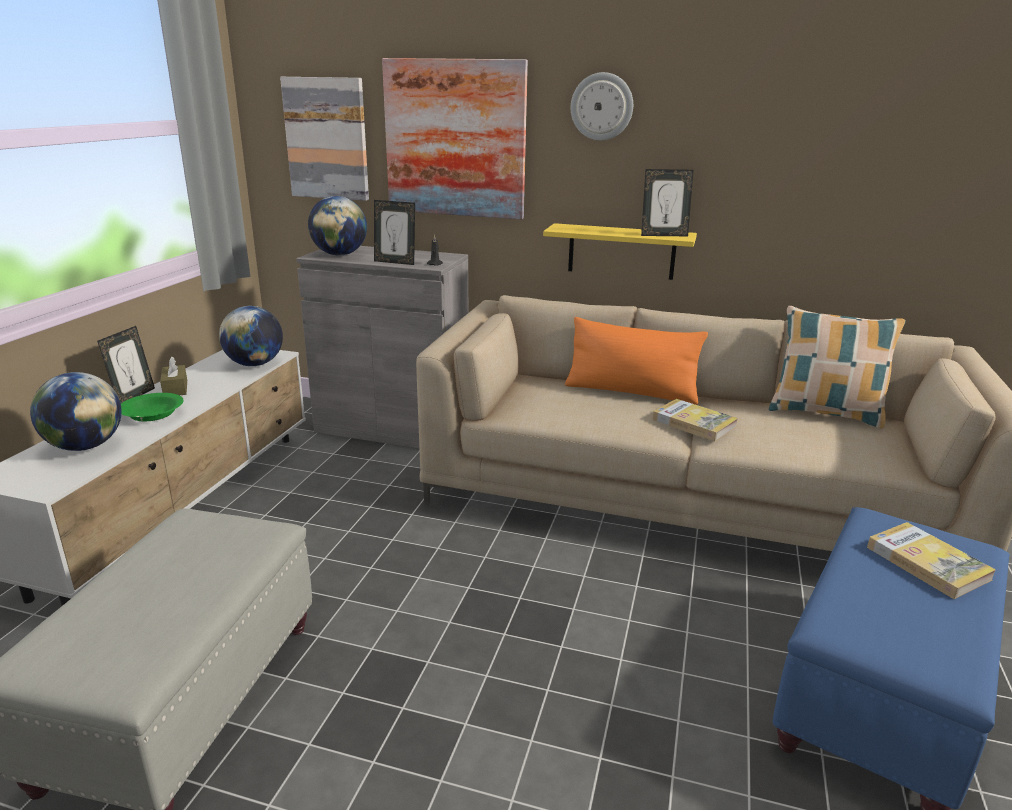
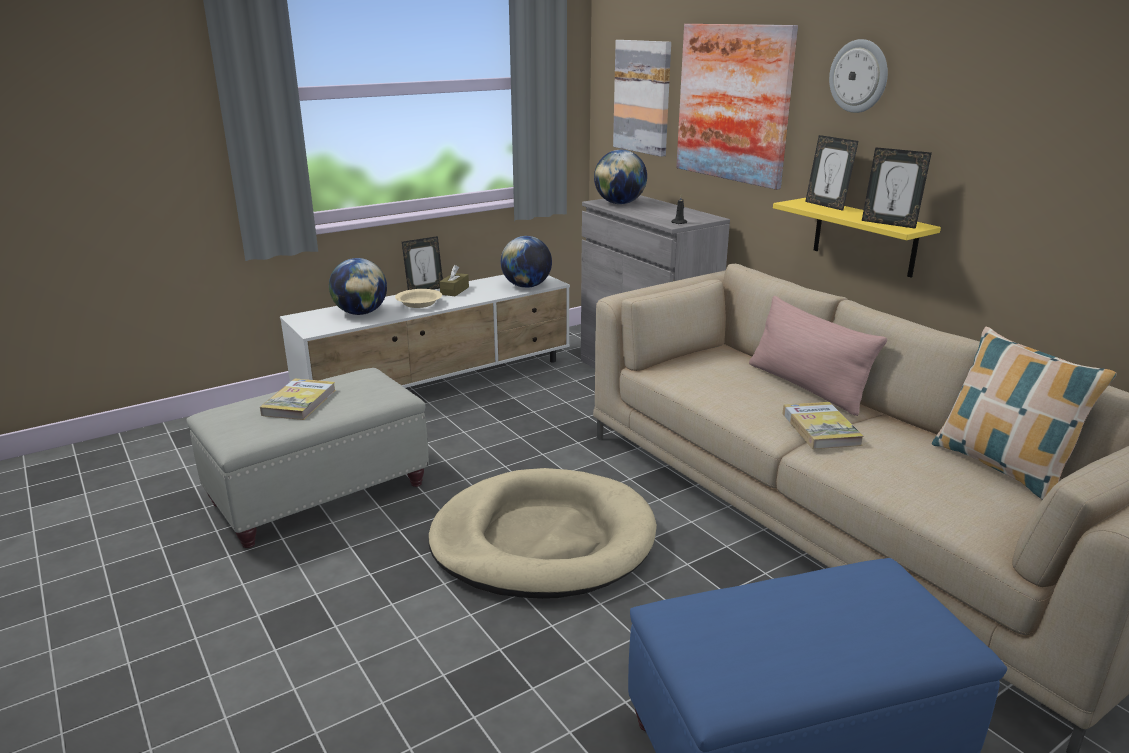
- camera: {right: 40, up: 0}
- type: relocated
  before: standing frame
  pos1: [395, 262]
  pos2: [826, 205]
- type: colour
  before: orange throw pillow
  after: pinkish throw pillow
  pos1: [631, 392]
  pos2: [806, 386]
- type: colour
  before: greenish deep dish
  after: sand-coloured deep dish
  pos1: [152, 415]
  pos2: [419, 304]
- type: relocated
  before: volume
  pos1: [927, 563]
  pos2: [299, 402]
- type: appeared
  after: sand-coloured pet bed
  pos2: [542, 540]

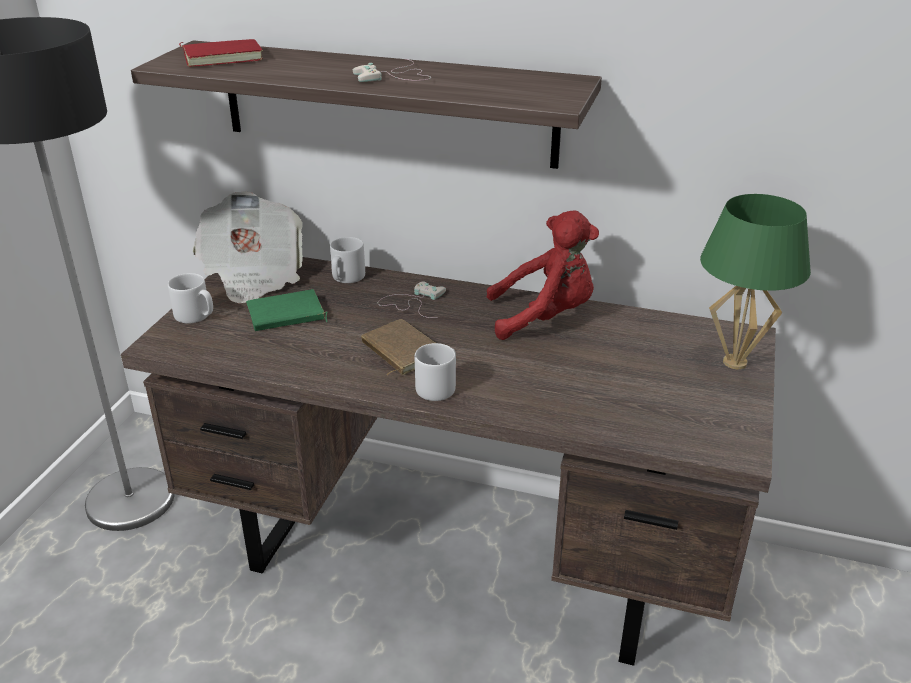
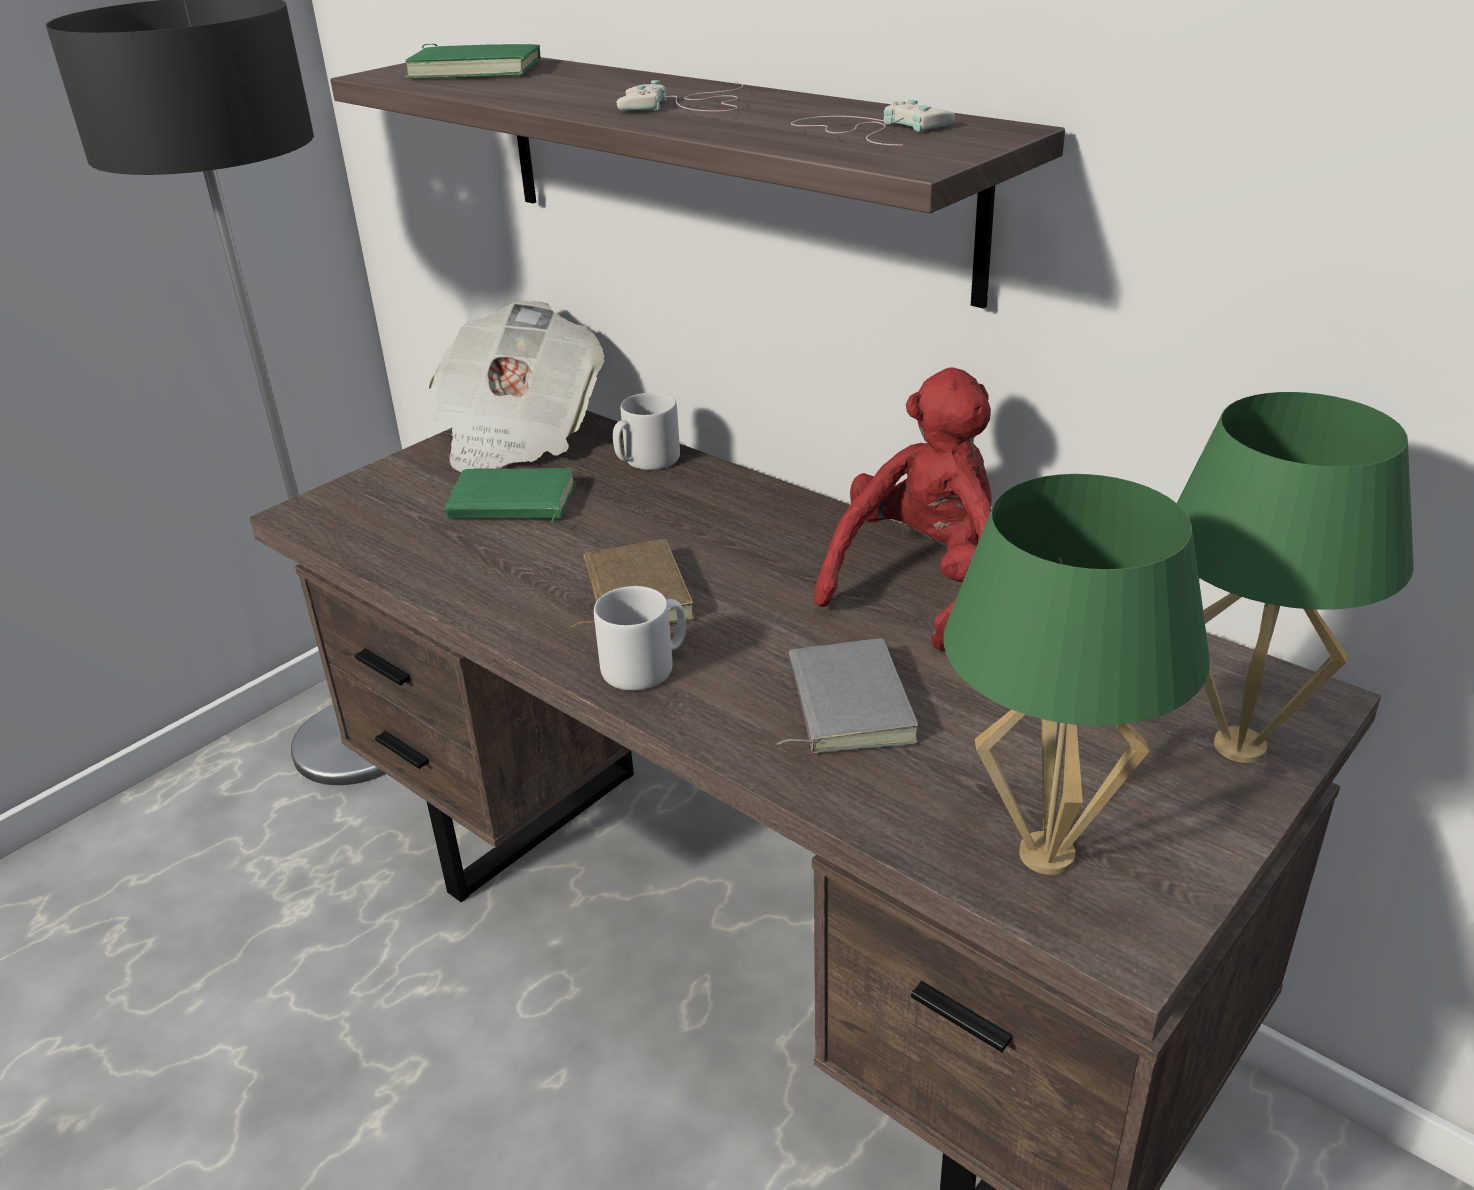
- camera: {right: 25, up: 0}
- type: colour
  before: red volume
  after: greenish volume
  pos1: [223, 57]
  pos2: [477, 69]
- type: spun
  before: red plush toy
  pos1: [545, 317]
  pos2: [921, 584]
  turn: -75
- type: missing
  before: gray mug
  pos1: [196, 316]
- type: relocated
  before: white game controller
  pos1: [413, 302]
  pos2: [870, 132]
- type: appeared
  after: greenish lamp for a table
  pos2: [1048, 855]
- type: appeared
  after: gray volume
  pos2: [844, 703]

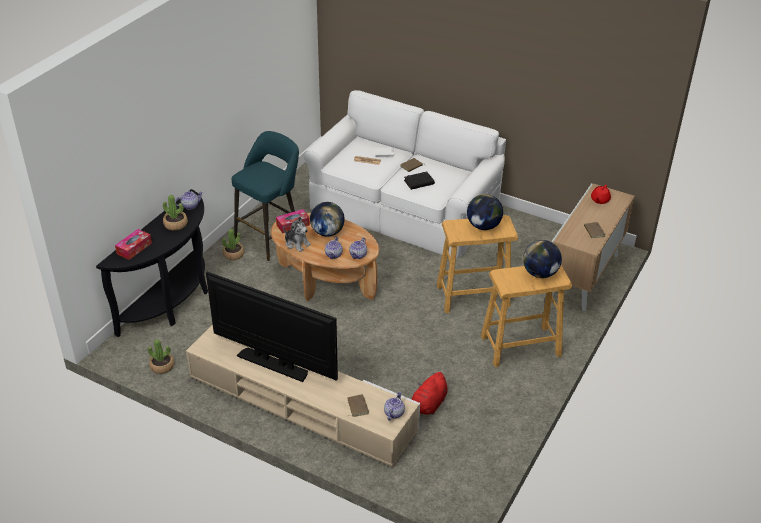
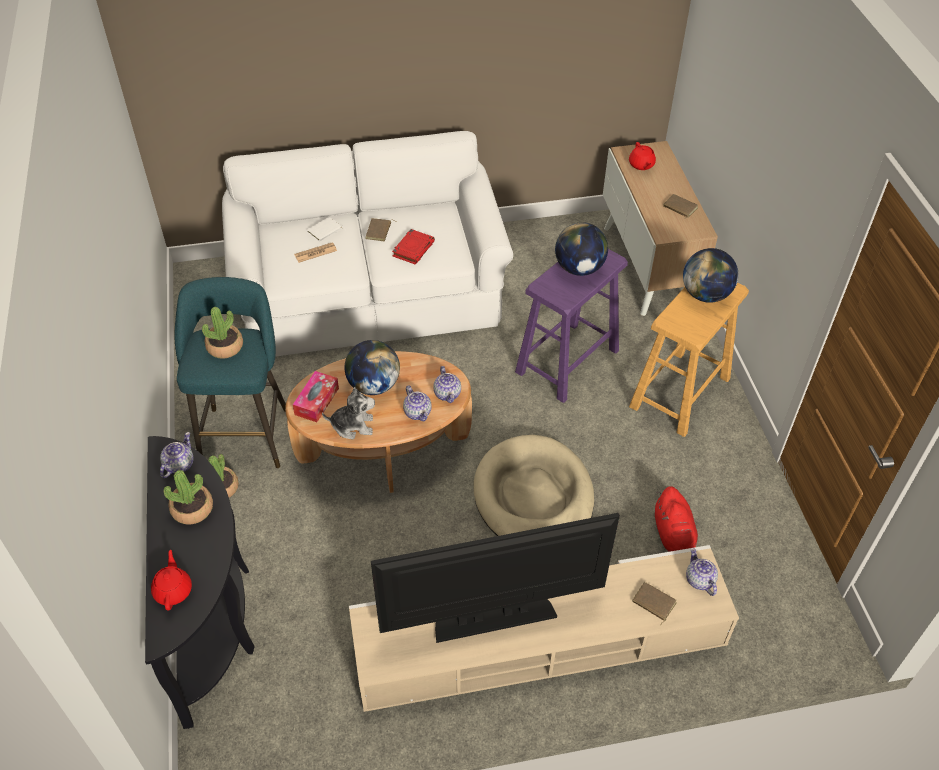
- camera: {right: -40, up: 10}
- type: colour
  before: black volume
  after: red volume
  pos1: [419, 182]
  pos2: [413, 249]
- type: colour
  before: sand-coloured sitting stool
  after: purple-coloured sitting stool
  pos1: [472, 296]
  pos2: [566, 361]
- type: exchanged
  before: box of tissues
  after: red pot for tea
  pos1: [134, 248]
  pos2: [173, 590]
- type: relocated
  before: houseplant
  pos1: [162, 366]
  pos2: [225, 347]
- type: appeared
  after: sand-coloured pet bed
  pos2: [533, 497]

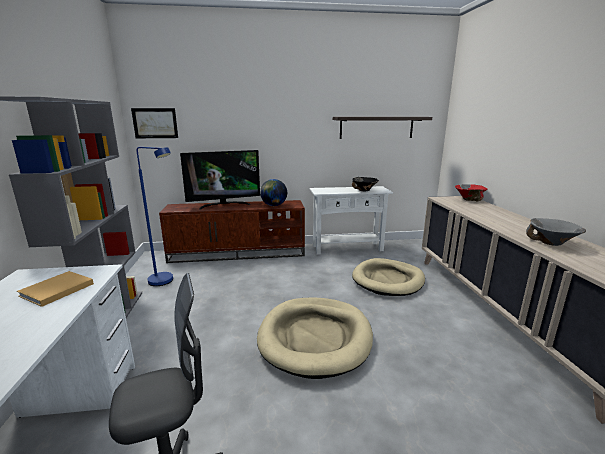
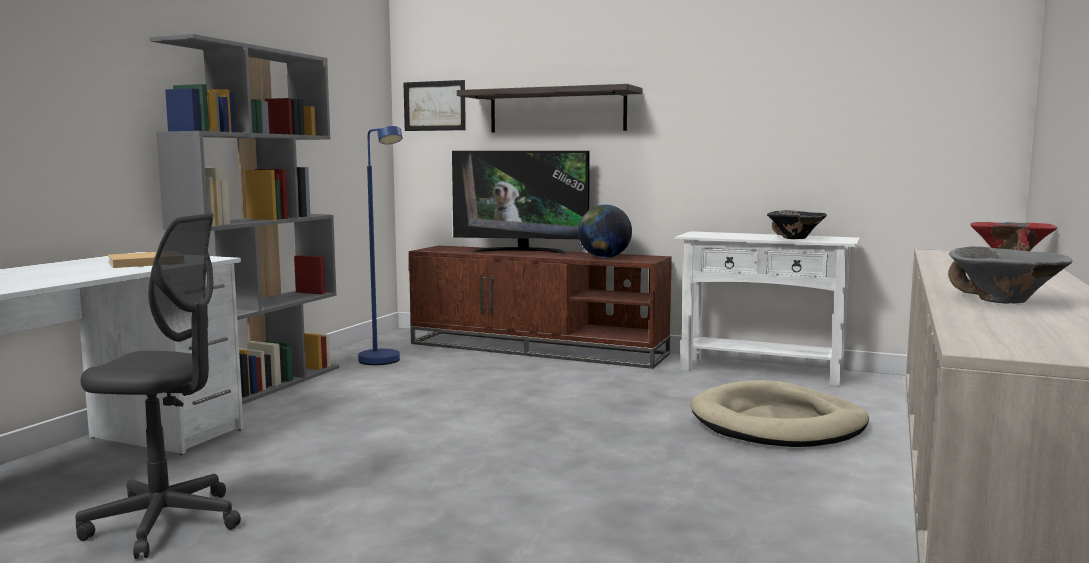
- camera: {right: 30, up: -10}
- type: relocated
  before: wall shelf
  pos1: [376, 127]
  pos2: [557, 111]
- type: missing
  before: sand-coloured pet bed
  pos1: [315, 338]

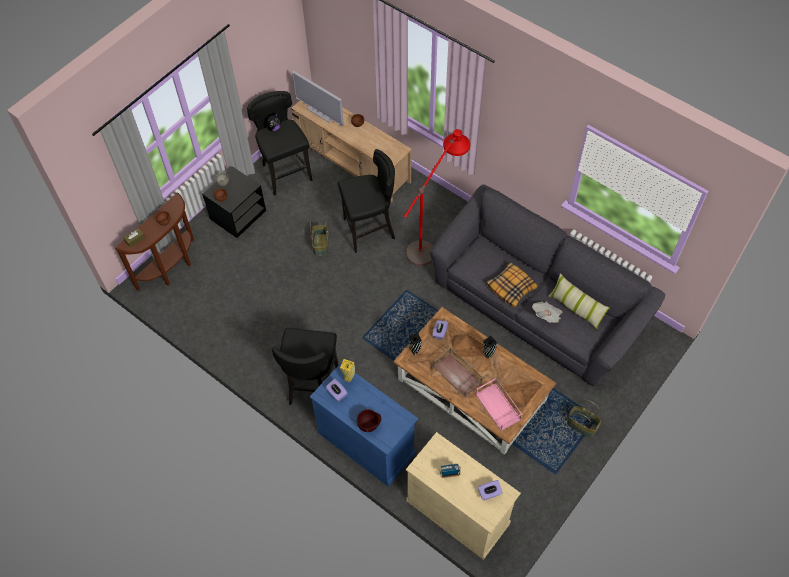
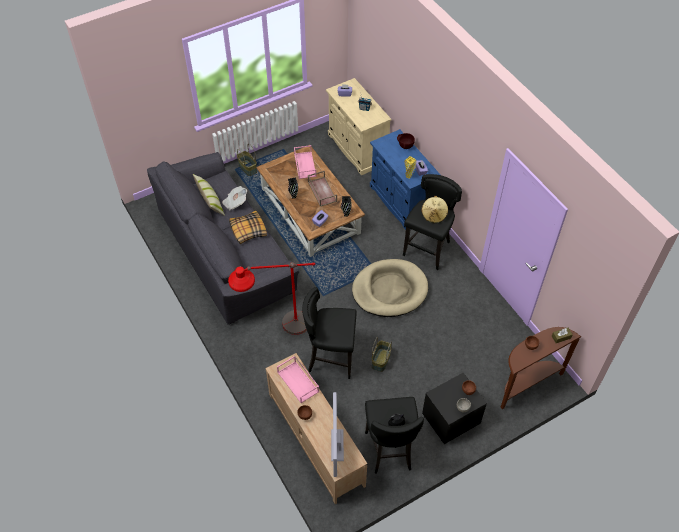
- camera: {right: -160, up: -5}
- type: spun
  before: television
  pos1: [321, 112]
  pos2: [337, 445]
  turn: -150
- type: appeared
  after: sand-coloured wearable hat
  pos2: [434, 215]
- type: appeared
  after: sand-coloured pet bed
  pos2: [389, 290]
- type: appeared
  after: pinkish carrying tray
  pos2: [298, 382]

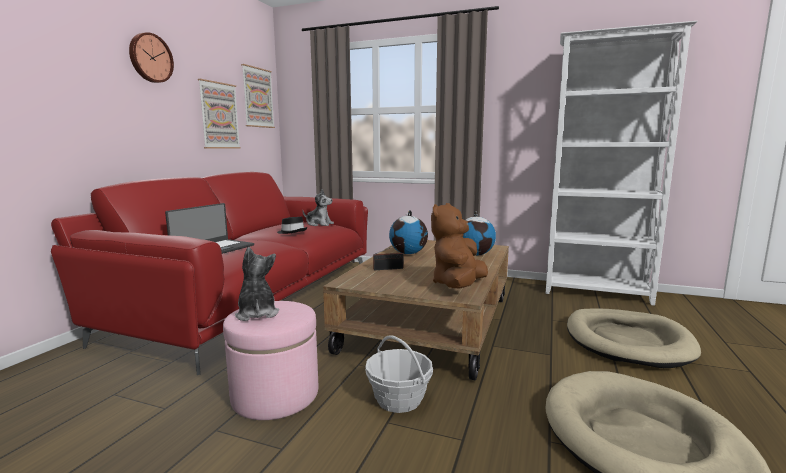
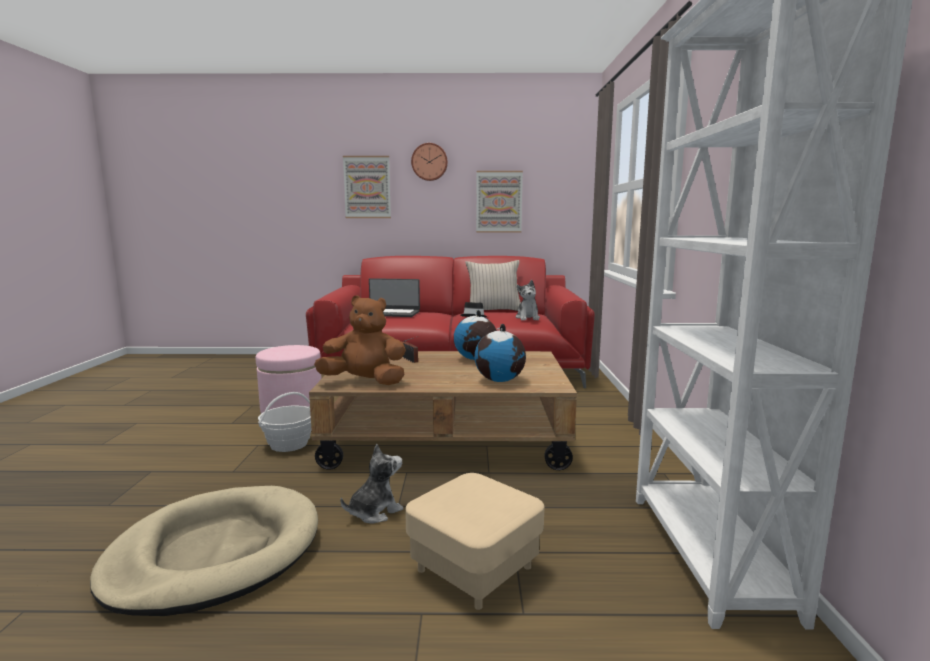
- camera: {right: 70, up: 0}
- type: relocated
  before: picture
  pos1: [257, 97]
  pos2: [367, 187]
- type: relocated
  before: plush toy
  pos1: [257, 313]
  pos2: [374, 511]
- type: exchanged
  before: sand-coloured pet bed
  after: sand-coloured ottoman
  pos1: [627, 341]
  pos2: [474, 569]
- type: appeared
  after: sand-coloured throw pillow
  pos2: [493, 310]

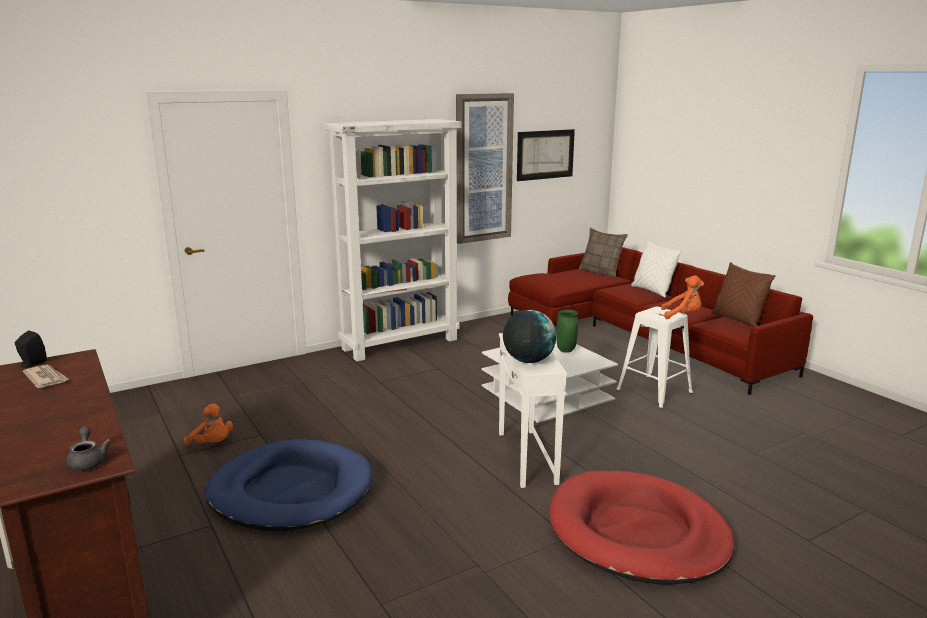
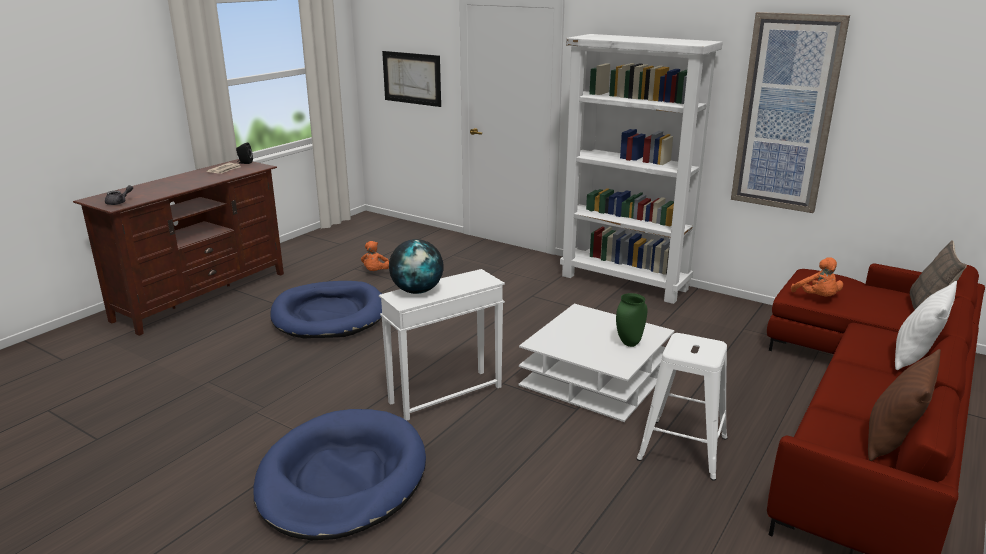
- camera: {right: 65, up: 5}
- type: relocated
  before: picture
  pos1: [545, 154]
  pos2: [411, 78]
- type: relocated
  before: orange plush toy
  pos1: [683, 315]
  pos2: [817, 298]
- type: colour
  before: red pet bed
  after: blue pet bed
  pos1: [637, 533]
  pos2: [342, 478]

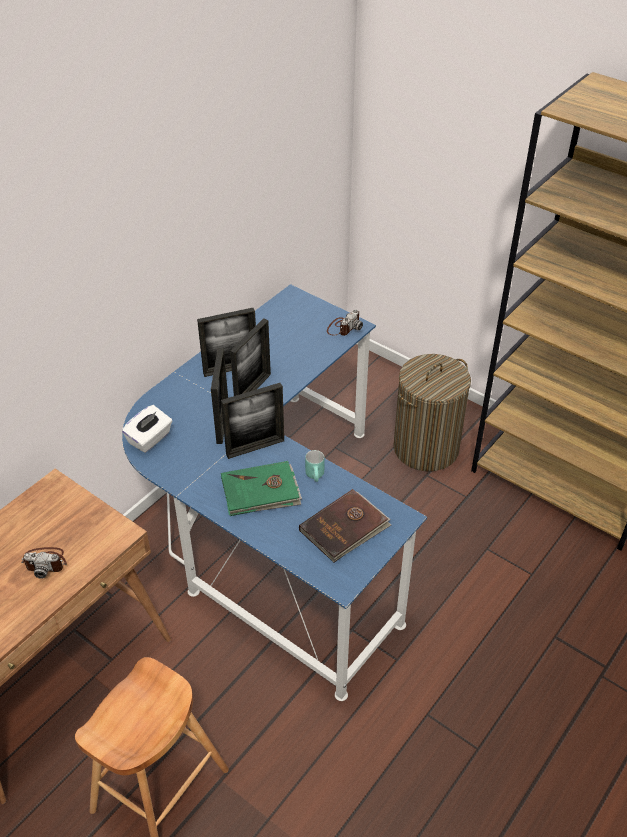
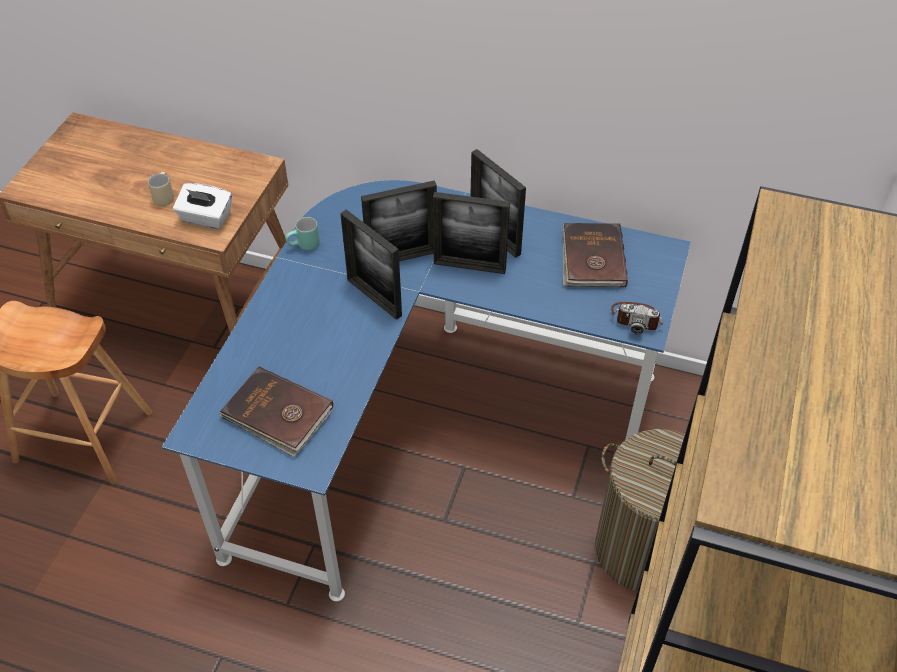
- camera: {right: 70, up: 5}
- type: relocated
  before: white box of tissues
  pos1: [150, 439]
  pos2: [206, 218]
- type: relocated
  before: turquoise mug
  pos1: [316, 476]
  pos2: [304, 247]
- type: missing
  before: greenish volume
  pos1: [261, 491]
- type: exchanged
  before: photo camera
  after: sand-coloured mug
  pos1: [45, 562]
  pos2: [163, 196]
- type: appeared
  after: brown volume
  pos2: [592, 258]

